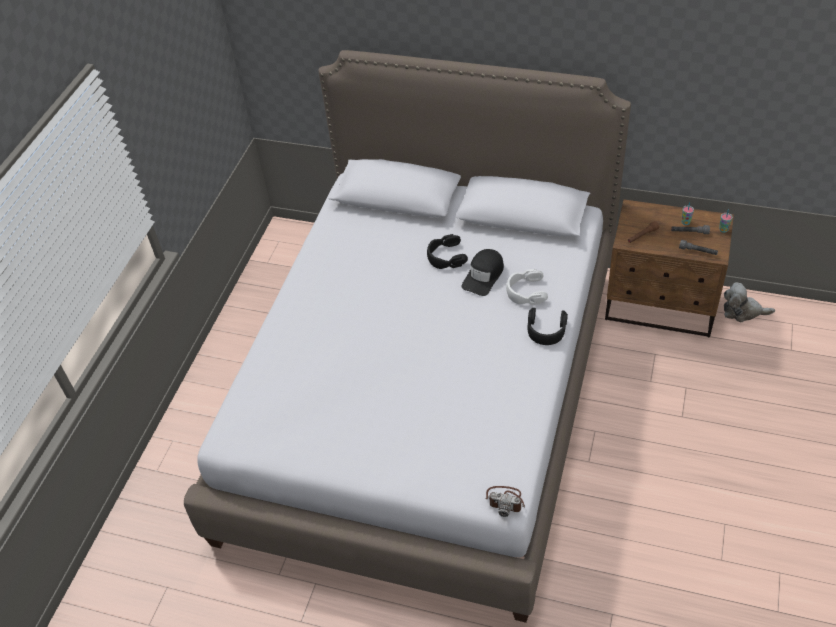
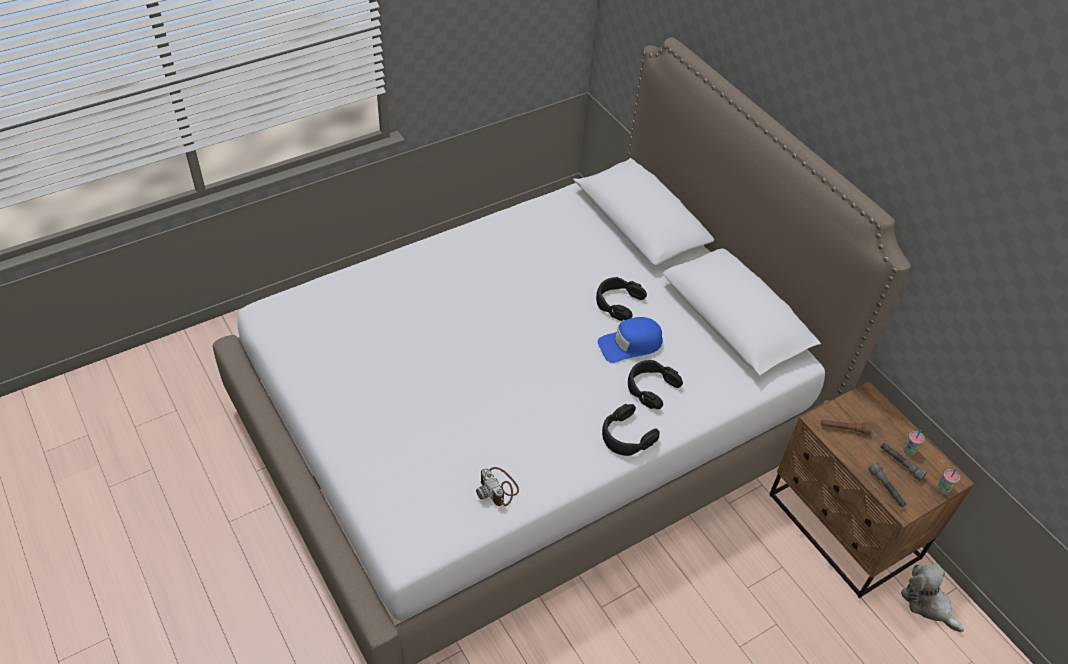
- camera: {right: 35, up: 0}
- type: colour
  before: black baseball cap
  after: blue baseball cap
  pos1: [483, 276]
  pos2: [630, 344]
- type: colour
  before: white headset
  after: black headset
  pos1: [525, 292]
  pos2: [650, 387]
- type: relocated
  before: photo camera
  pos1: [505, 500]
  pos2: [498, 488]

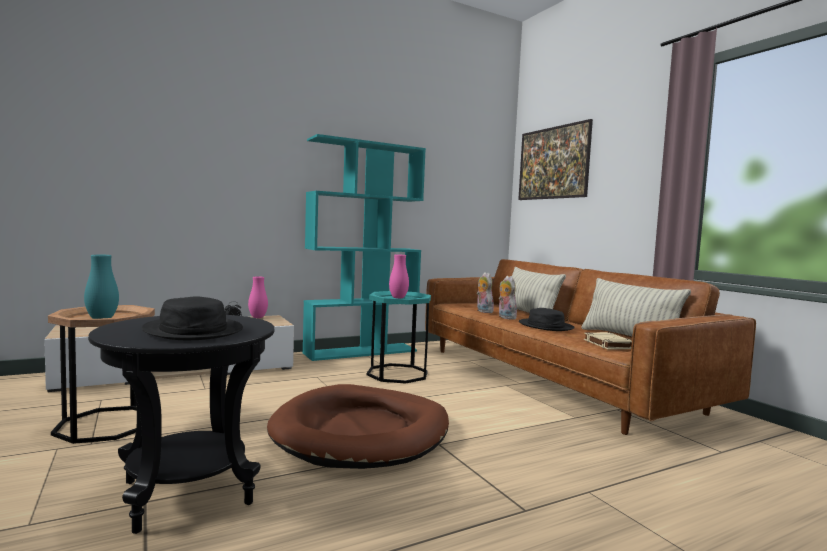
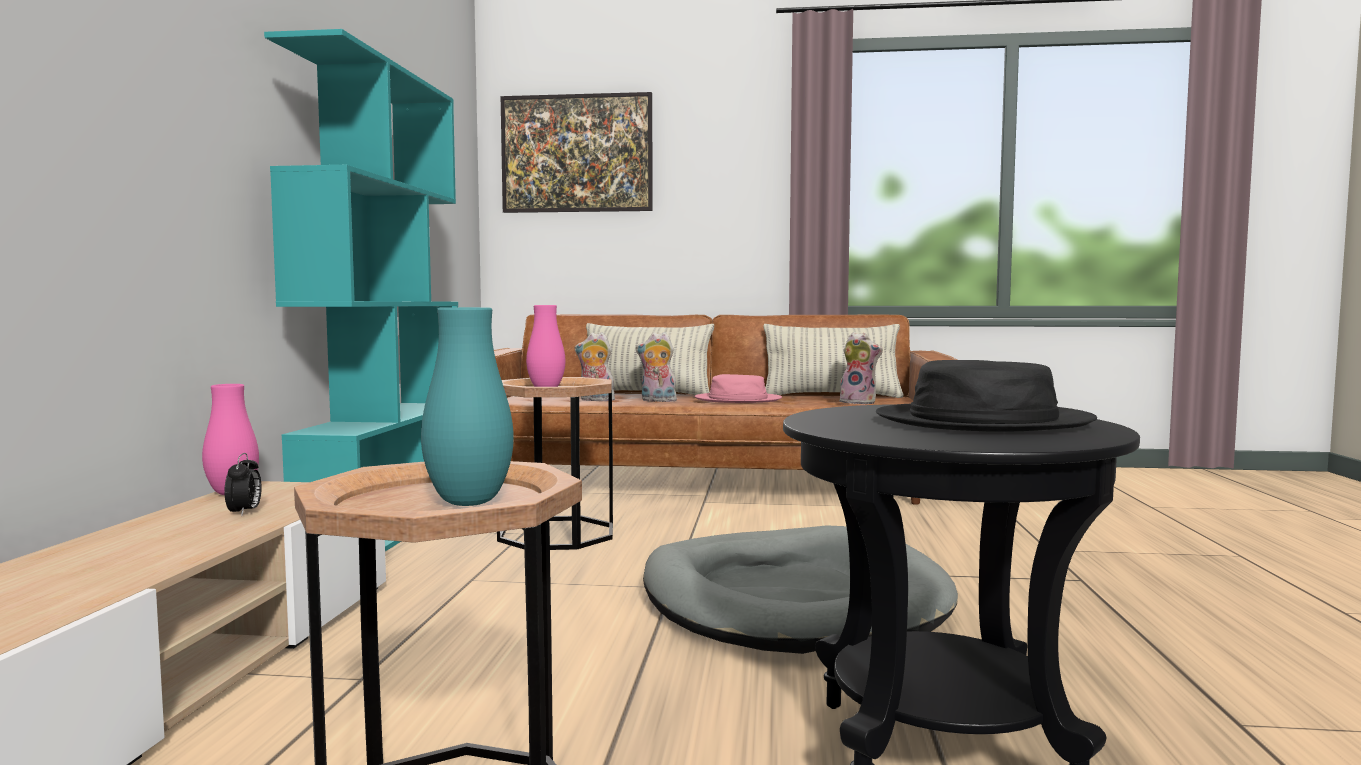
- camera: {right: -55, up: 0}
- type: colour
  before: turquoise end table
  after: brown end table
  pos1: [397, 373]
  pos2: [556, 534]
- type: colour
  before: black wearable hat
  after: pinkish wearable hat
  pos1: [546, 326]
  pos2: [738, 400]
- type: exchanged
  before: sand-coloured volume
  after: plush toy
  pos1: [607, 344]
  pos2: [859, 402]
- type: colour
  before: brown pet bed
  after: gray pet bed
  pos1: [362, 432]
  pos2: [791, 600]

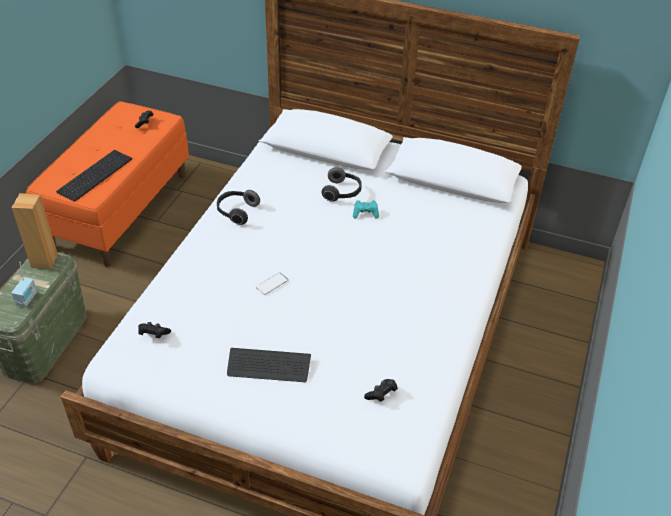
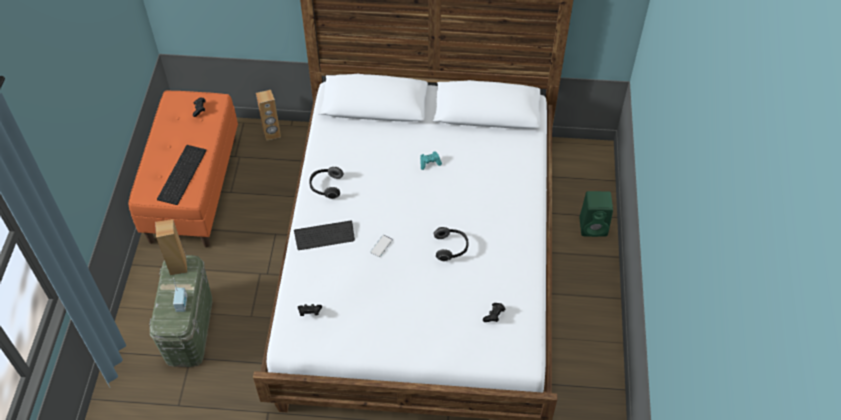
- camera: {right: -15, up: 10}
- type: relocated
  before: headset
  pos1: [342, 192]
  pos2: [451, 248]
- type: relocated
  before: PC keyboard
  pos1: [269, 366]
  pos2: [324, 236]
- type: appeared
  after: brown audio speaker
  pos2: [272, 134]
- type: appeared
  after: greenish audio speaker
  pos2: [594, 226]

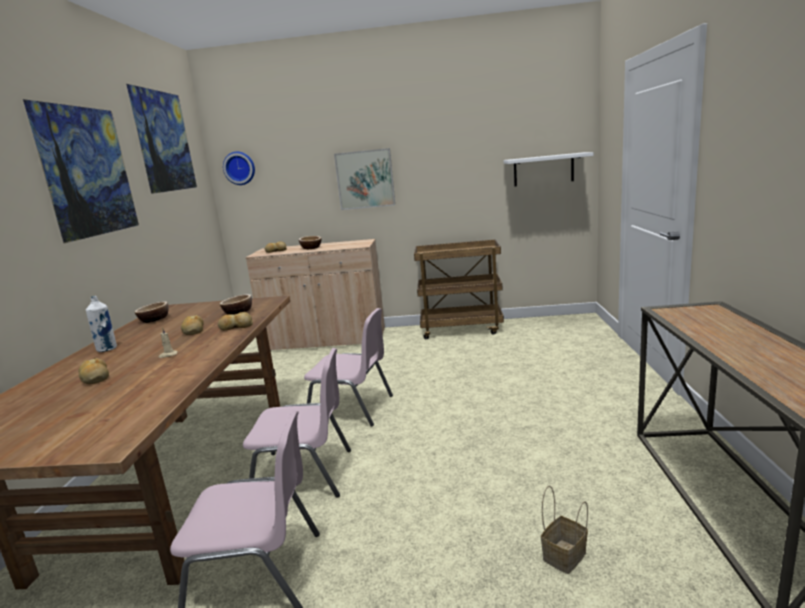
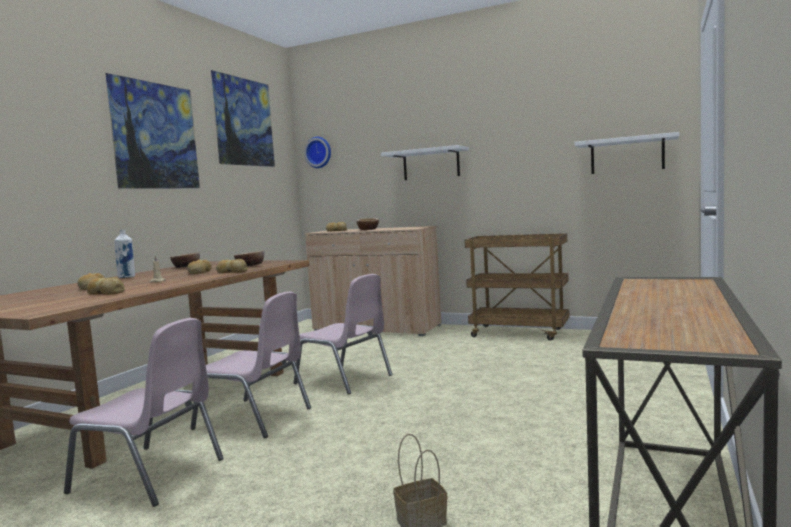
- camera: {right: 20, up: -10}
- type: exchanged
  before: picture
  after: white wall shelf
  pos1: [365, 179]
  pos2: [431, 164]
- type: appeared
  after: baked bread
  pos2: [105, 293]

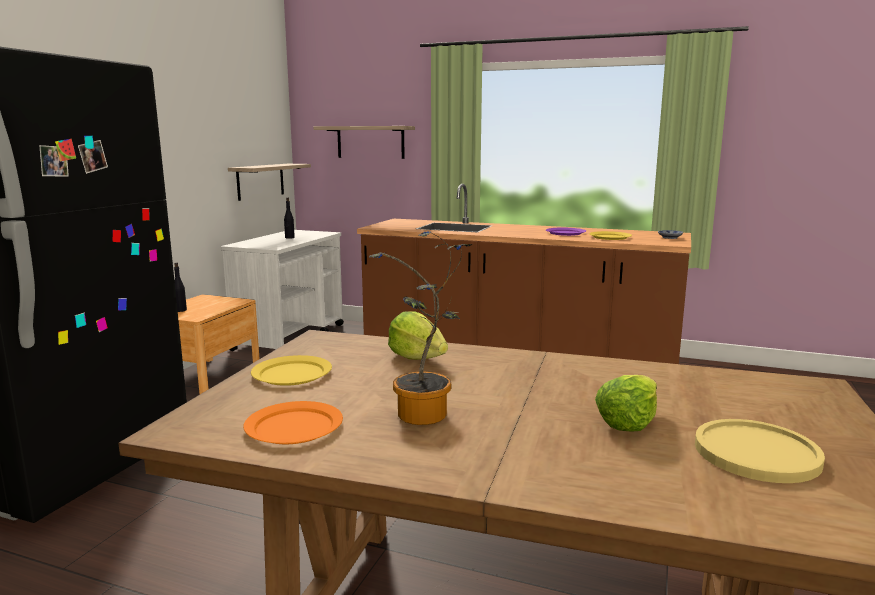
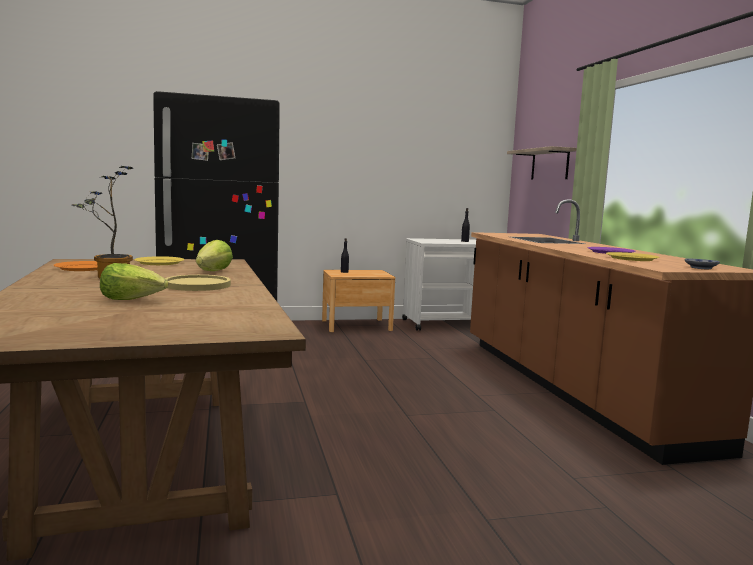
- camera: {right: 55, up: -5}
- type: missing
  before: wall shelf
  pos1: [260, 181]
- type: relocated
  before: yellow-coloured dinner plate
  pos1: [756, 453]
  pos2: [197, 285]

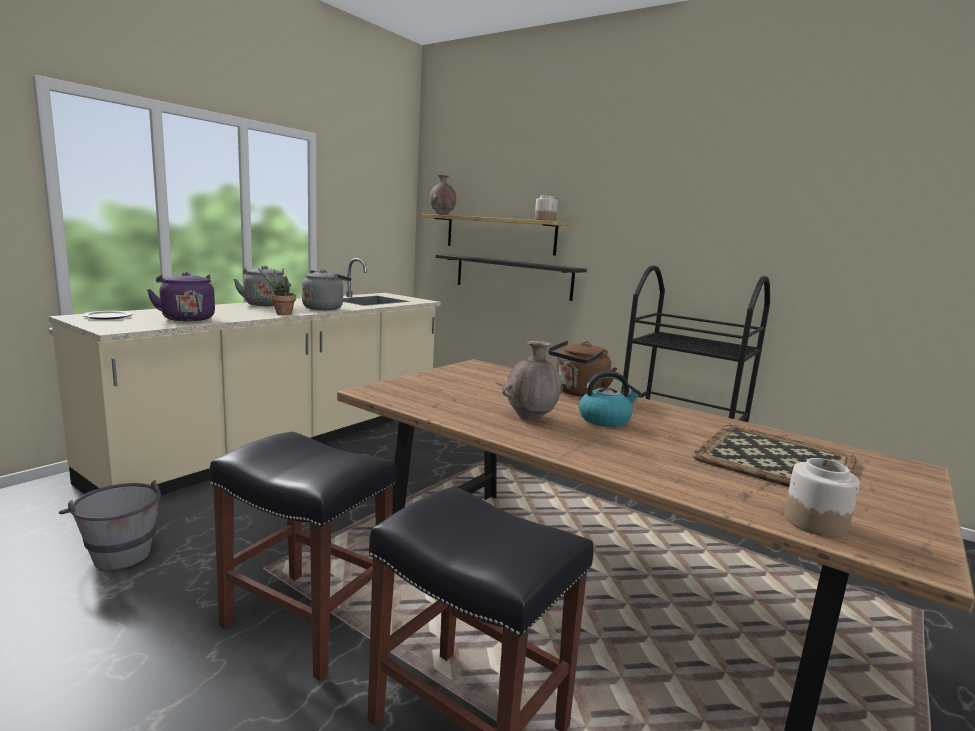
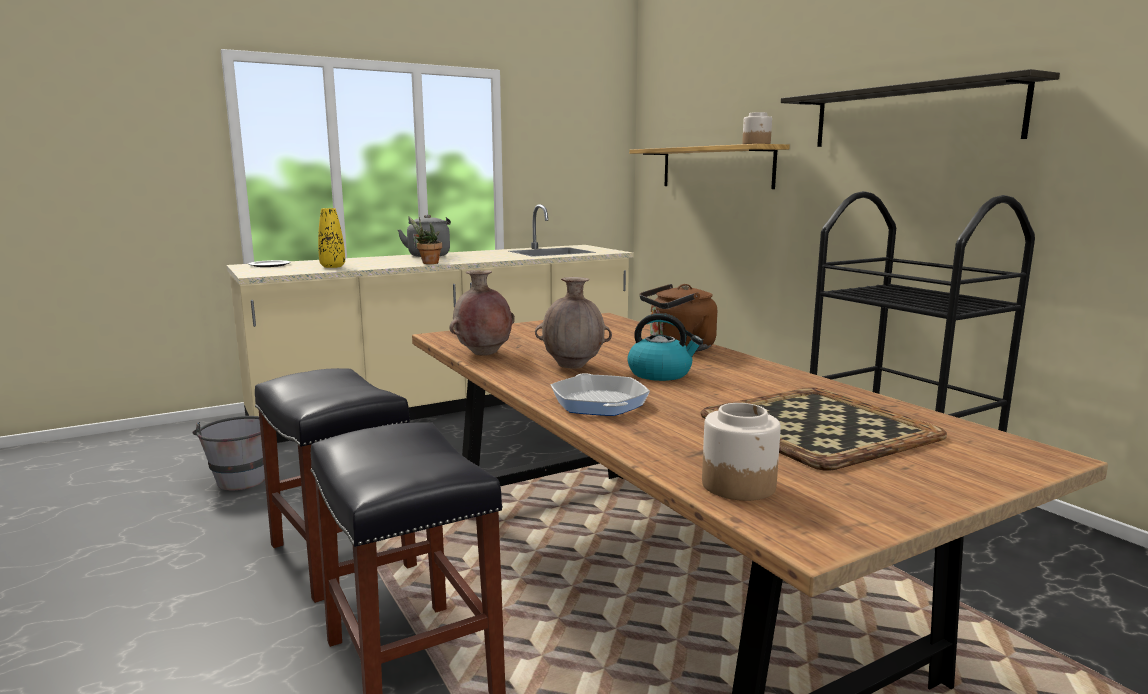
- camera: {right: 25, up: 0}
- type: relocated
  before: brown vase
  pos1: [442, 214]
  pos2: [483, 353]
- type: relocated
  before: wall shelf
  pos1: [512, 276]
  pos2: [911, 116]
- type: missing
  before: gray water kettle
  pos1: [324, 308]
- type: exchanged
  before: purple-coloured water kettle
  after: yellow-coloured vase
  pos1: [187, 318]
  pos2: [332, 266]
- type: appeared
  after: frying pan
  pos2: [599, 402]

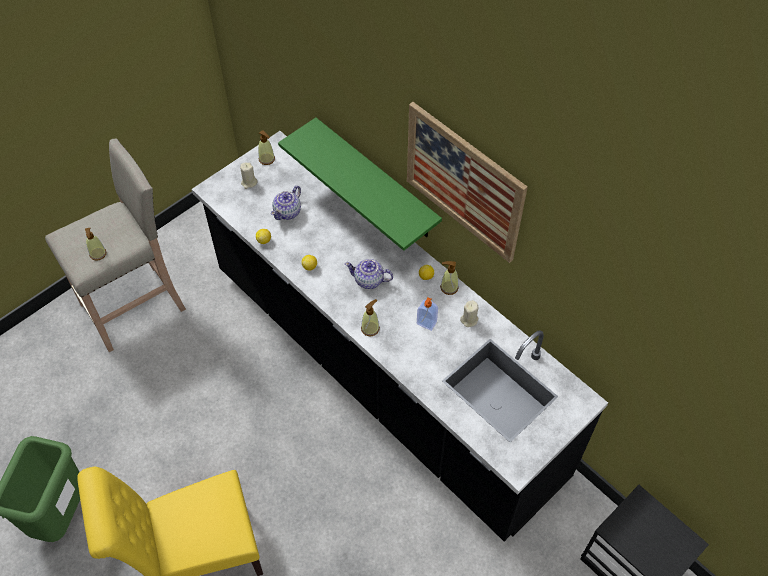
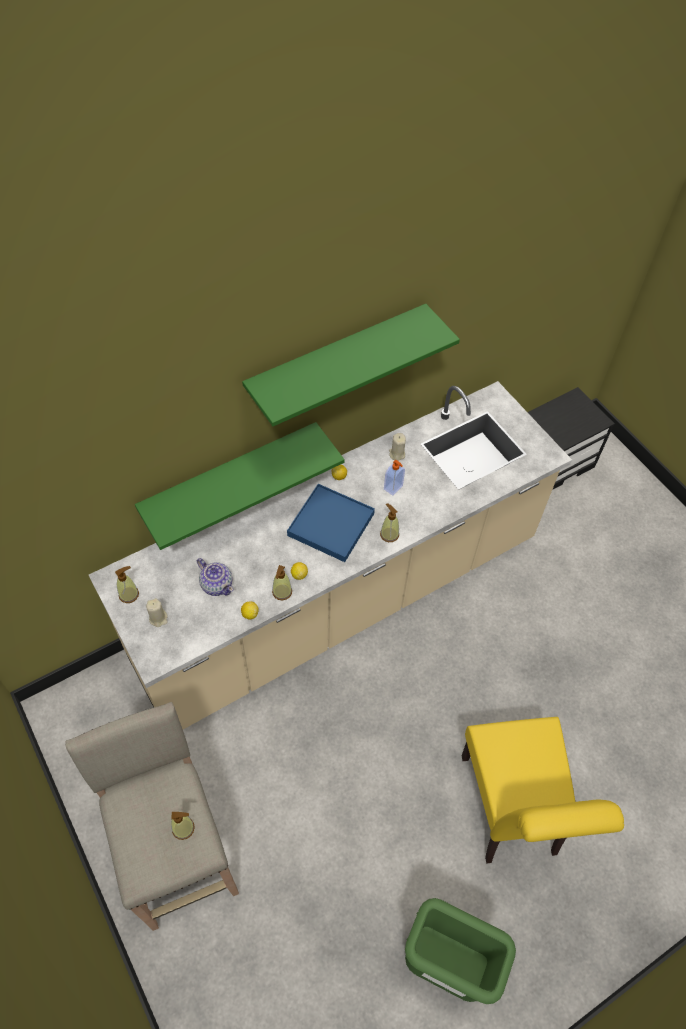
- camera: {right: -80, up: 0}
- type: exchanged
  before: picture
  after: greenish wall shelf
  pos1: [464, 182]
  pos2: [337, 359]
- type: colour
  before: black counter
  after: sand-coloured counter
  pos1: [384, 372]
  pos2: [339, 600]
- type: exchanged
  before: pot for tea
  after: blue carrying tray
  pos1: [369, 280]
  pos2: [331, 524]
- type: relocated
  before: soap bottle
  pos1: [449, 287]
  pos2: [282, 592]

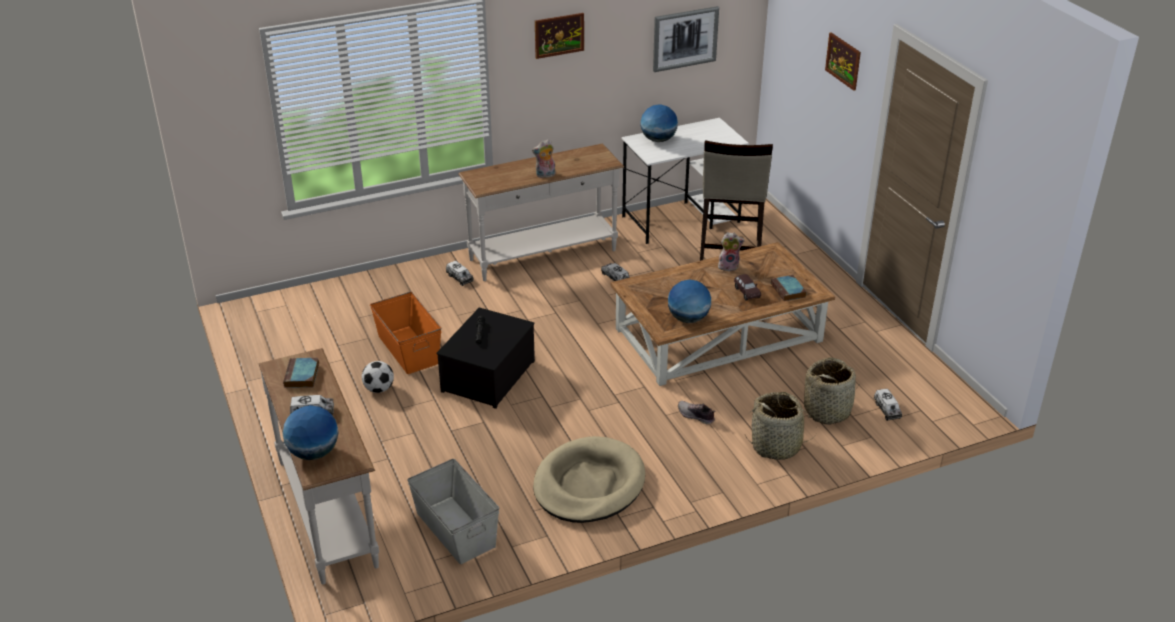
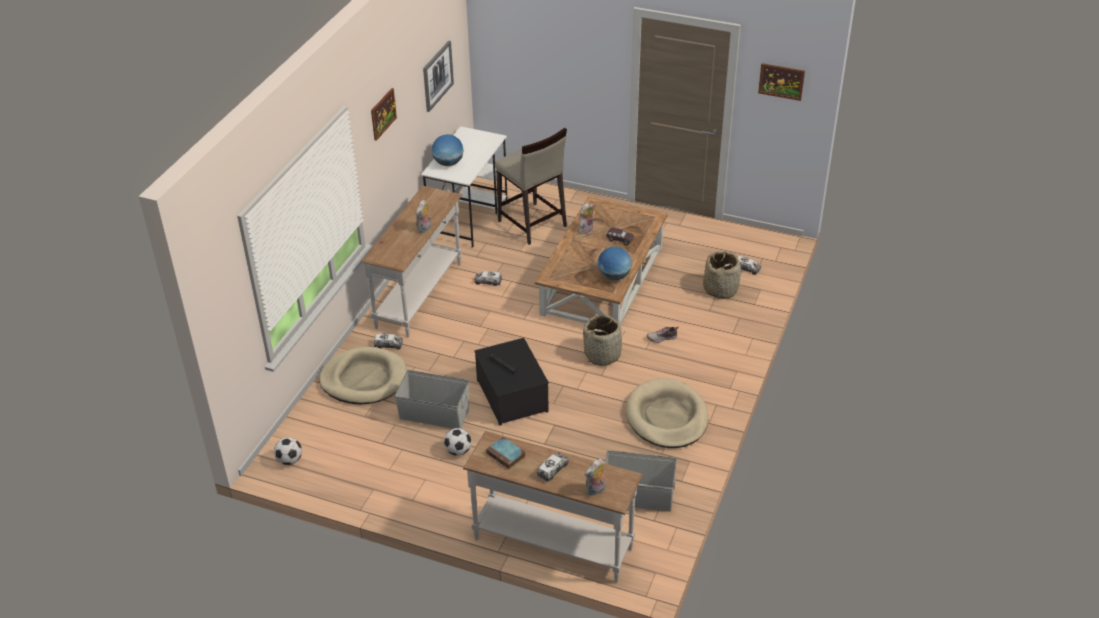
- camera: {right: -45, up: 5}
- type: relocated
  before: picture
  pos1: [843, 61]
  pos2: [781, 81]
- type: missing
  before: volume
  pos1: [788, 291]
- type: colour
  before: orange storage container
  after: gray storage container
  pos1: [408, 349]
  pos2: [434, 413]
- type: relocated
  before: storage basket
  pos1: [776, 446]
  pos2: [603, 354]
- type: exchanged
  before: globe
  after: plush toy
  pos1: [313, 453]
  pos2: [595, 490]
- type: appeared
  after: sand-coloured pet bed
  pos2: [364, 379]
- type: appeared
  after: football ball
  pos2: [289, 460]

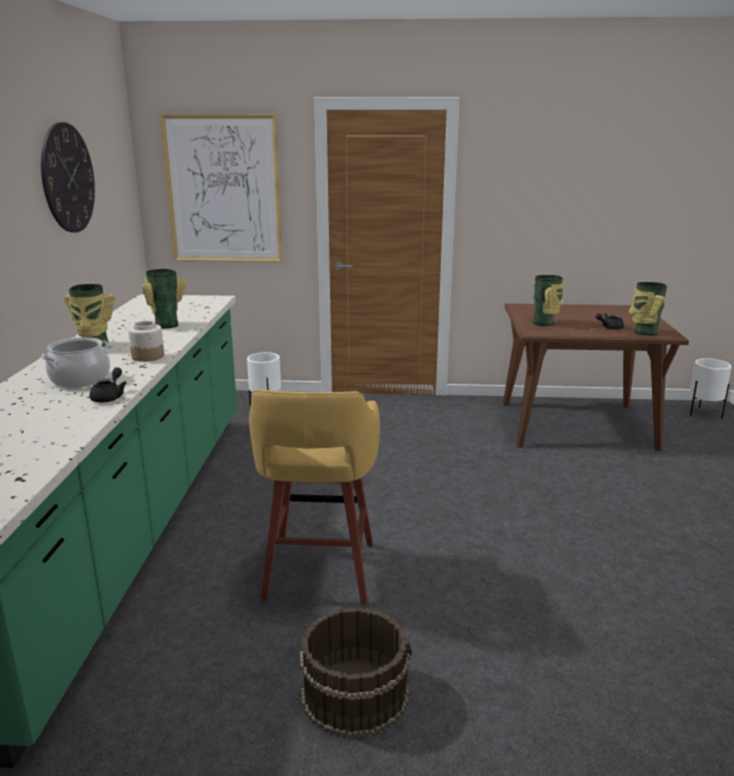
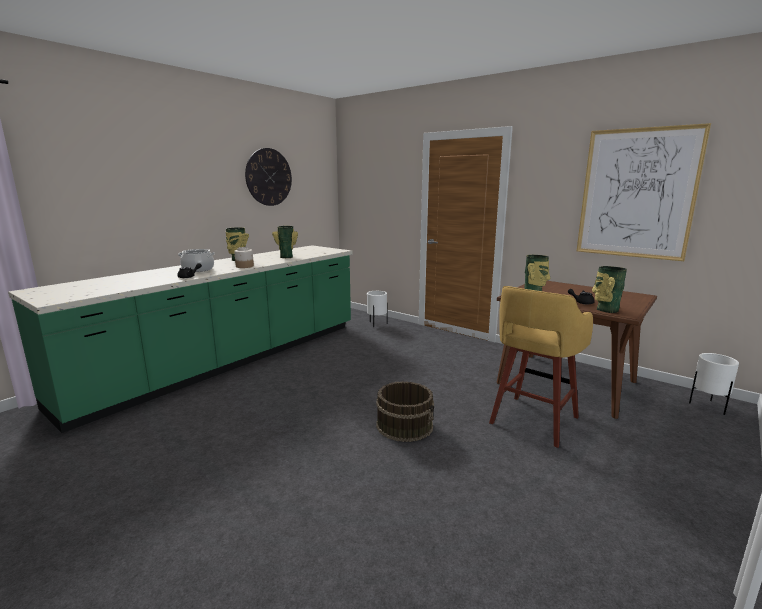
- camera: {right: 35, up: -5}
- type: relocated
  before: picture
  pos1: [223, 190]
  pos2: [637, 194]
- type: relocated
  before: yellow-coloured sitting stool
  pos1: [319, 573]
  pos2: [532, 421]
- type: relocated
  before: brown pail
  pos1: [355, 694]
  pos2: [405, 425]

